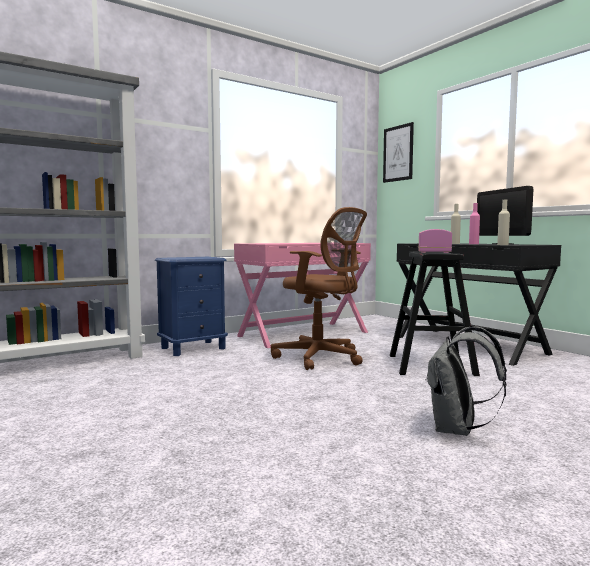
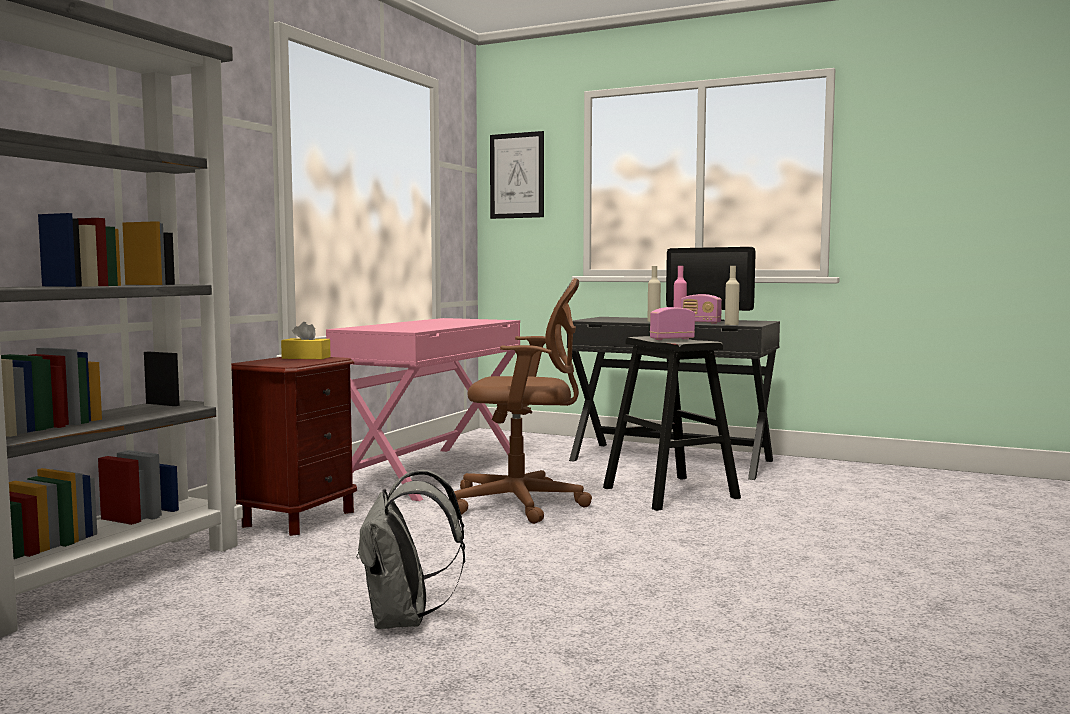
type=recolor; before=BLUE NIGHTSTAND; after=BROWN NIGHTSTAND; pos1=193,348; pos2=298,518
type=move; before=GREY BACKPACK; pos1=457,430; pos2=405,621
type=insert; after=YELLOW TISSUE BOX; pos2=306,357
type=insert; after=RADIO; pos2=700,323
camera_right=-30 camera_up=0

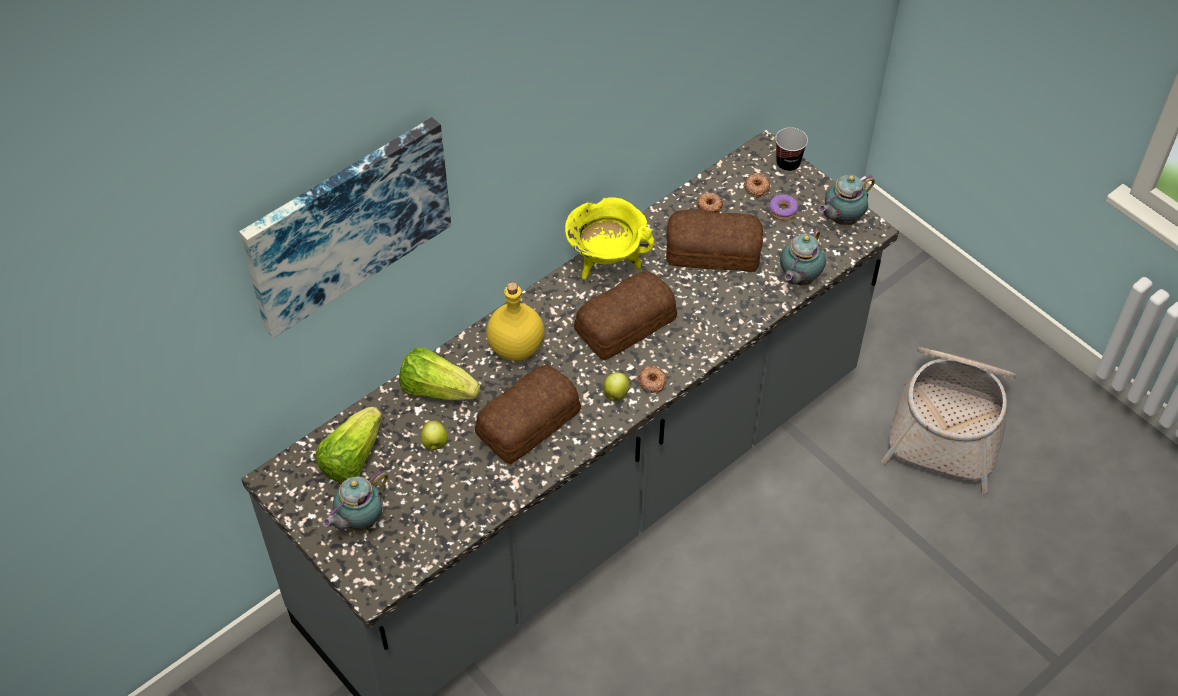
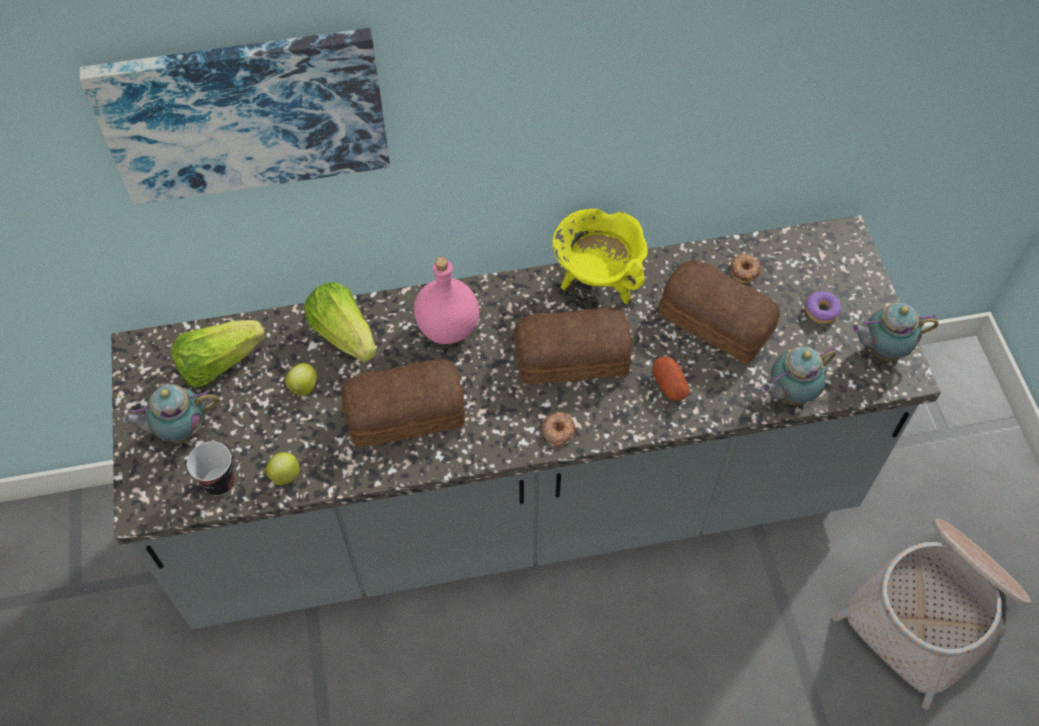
type=recolor; before=YELLOW BOTTLE; after=PINK BOTTLE; pos1=515,348; pos2=446,327
type=move; before=APPLE; pos1=616,393; pos2=286,475
type=delete; before=DONUT; pos1=756,187
type=move; before=CUP; pos1=788,164; pos2=219,482
type=insert; after=POTATO; pos2=669,385
camera_right=30 camera_up=5

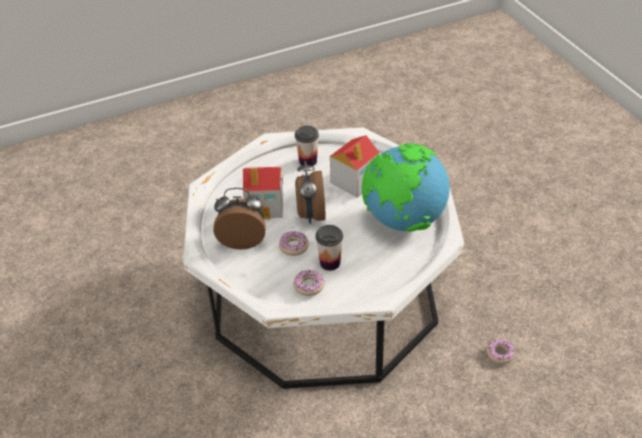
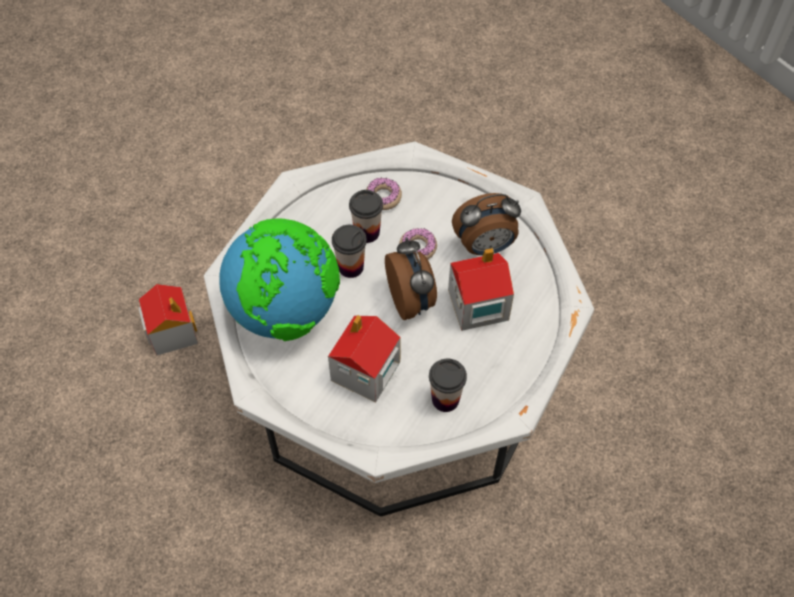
type=replace; before=DONUT; after=TOY HOUSE; pos1=500,354; pos2=172,331
type=insert; after=CUP; pos2=351,267
camera_right=165 camera_up=15

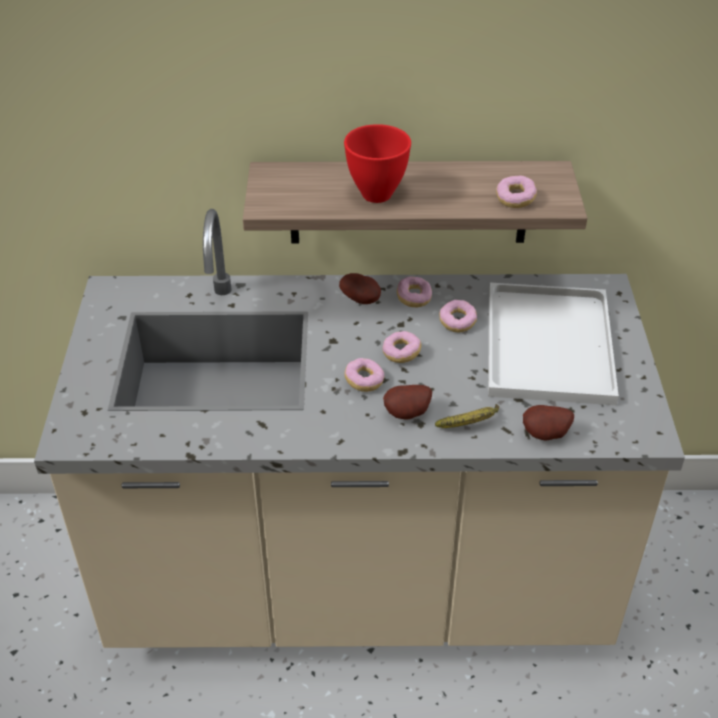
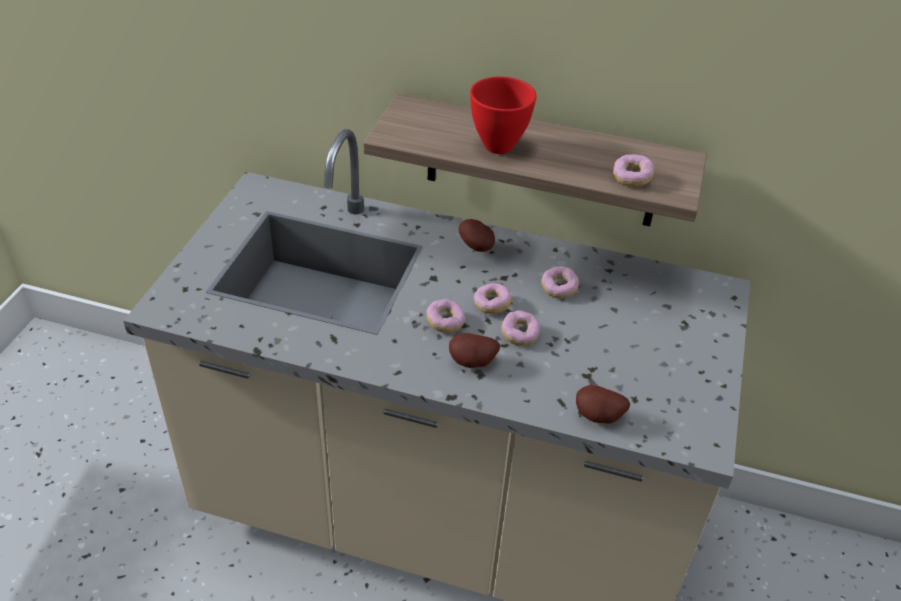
type=move; before=DONUT; pos1=414,298; pos2=519,335
type=delete; before=BANANA; pos1=470,424
type=delete; before=WHITE TRAY; pos1=546,342
camera_right=15 camera_up=0

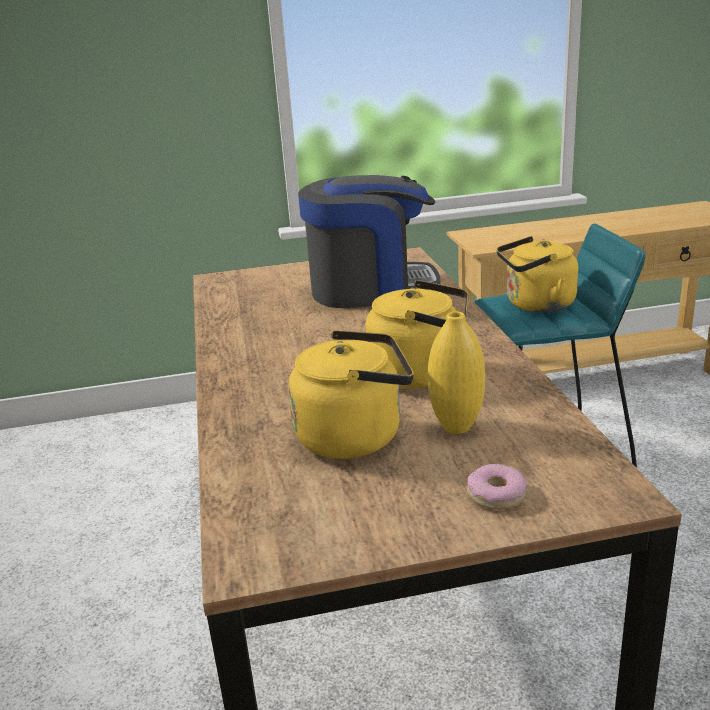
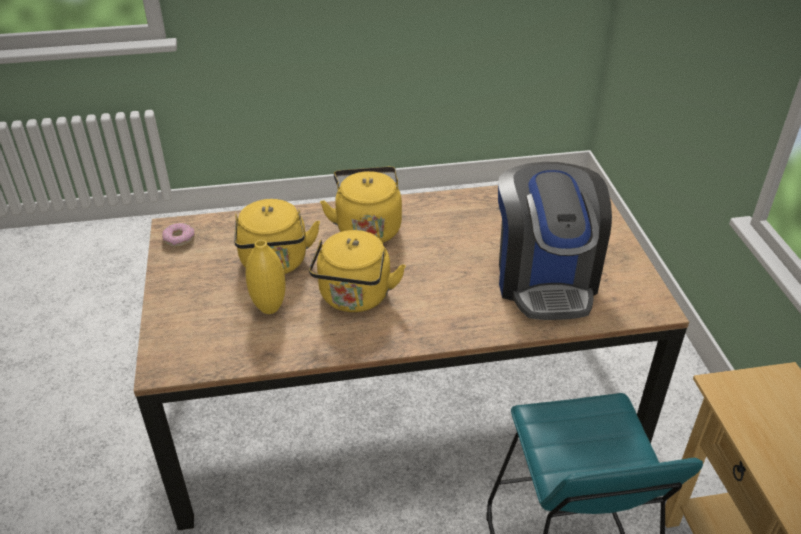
type=move; before=DONUT; pos1=496,495; pos2=179,239
type=move; before=YELLOW KETTLE; pos1=536,305; pos2=367,228
camera_right=90 camera_up=15

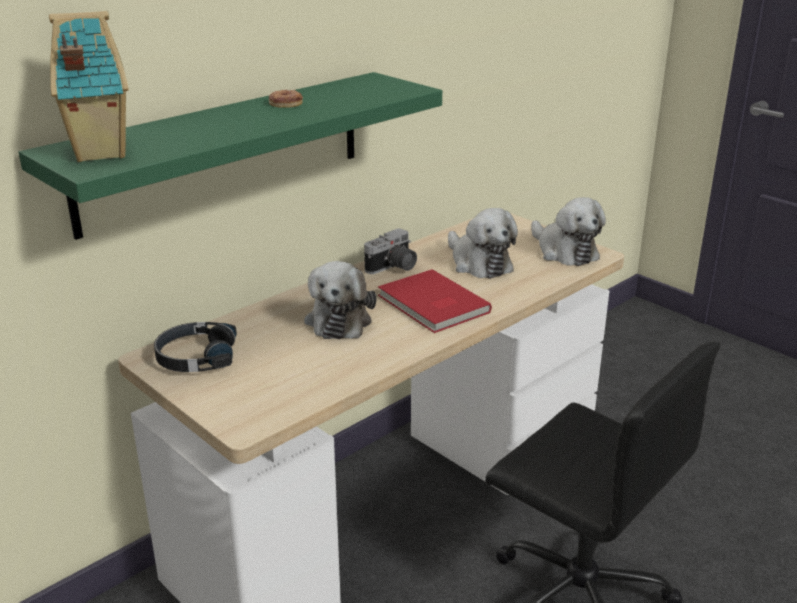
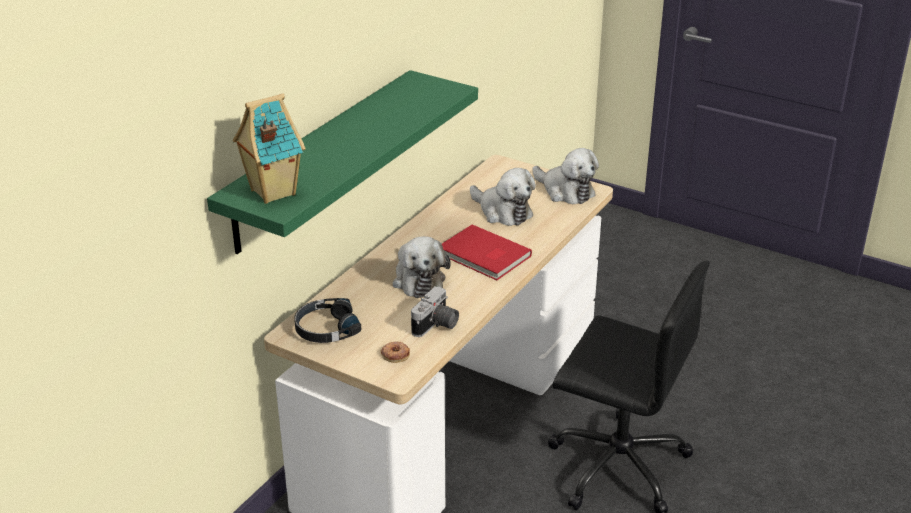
type=move; before=DONUT; pos1=286,103; pos2=395,354
type=move; before=PHOTO CAMERA; pos1=393,268; pos2=436,326
camera_right=-15 camera_up=5

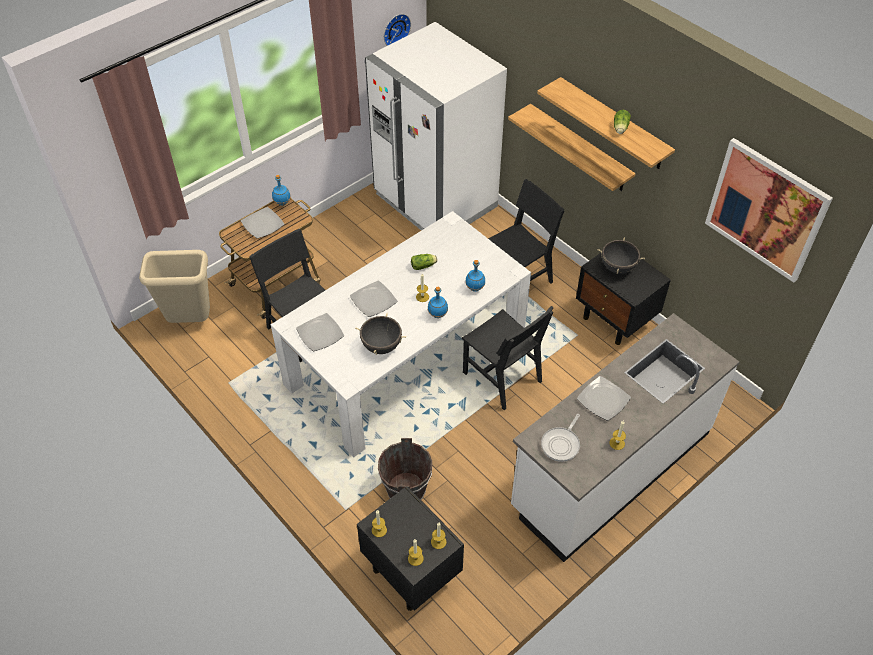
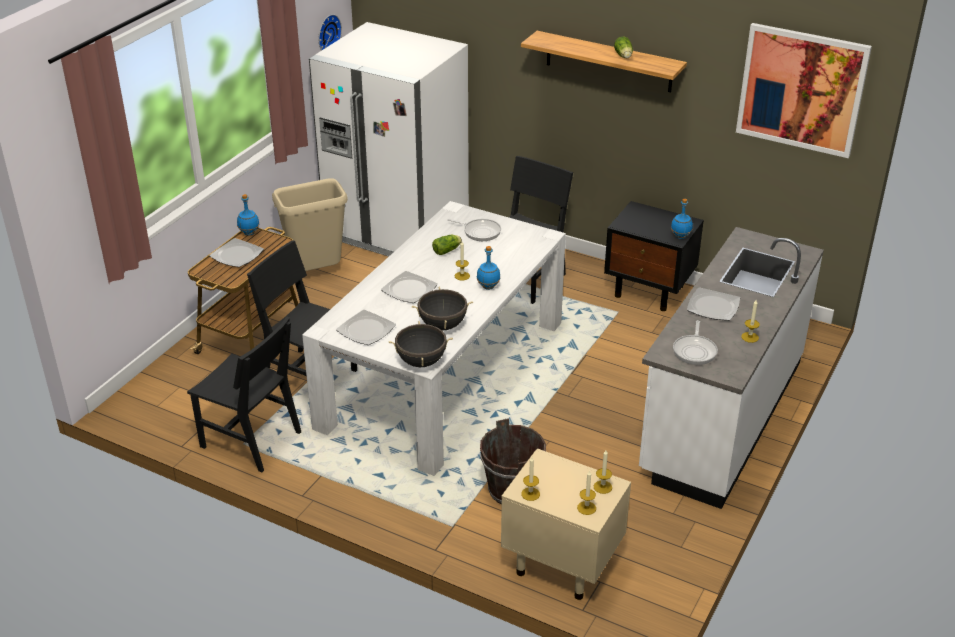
type=move; before=BEIGE TRASH CAN; pos1=191,320; pos2=317,273
type=recolor; before=BLACK NIGHTSTAND; after=BEIGE NIGHTSTAND; pos1=410,572; pos2=560,564
type=move; before=BLACK CHAIR; pos1=502,377; pos2=251,440
type=move; before=BLUE BOTTLE; pos1=475,288; pos2=681,236
type=delete; before=SHELF; pos1=579,148
type=move; before=BLACK COOKING POT; pos1=618,267; pos2=421,362
type=insert; after=FRYING PAN; pos2=480,232
camera_right=-20 camera_up=-15

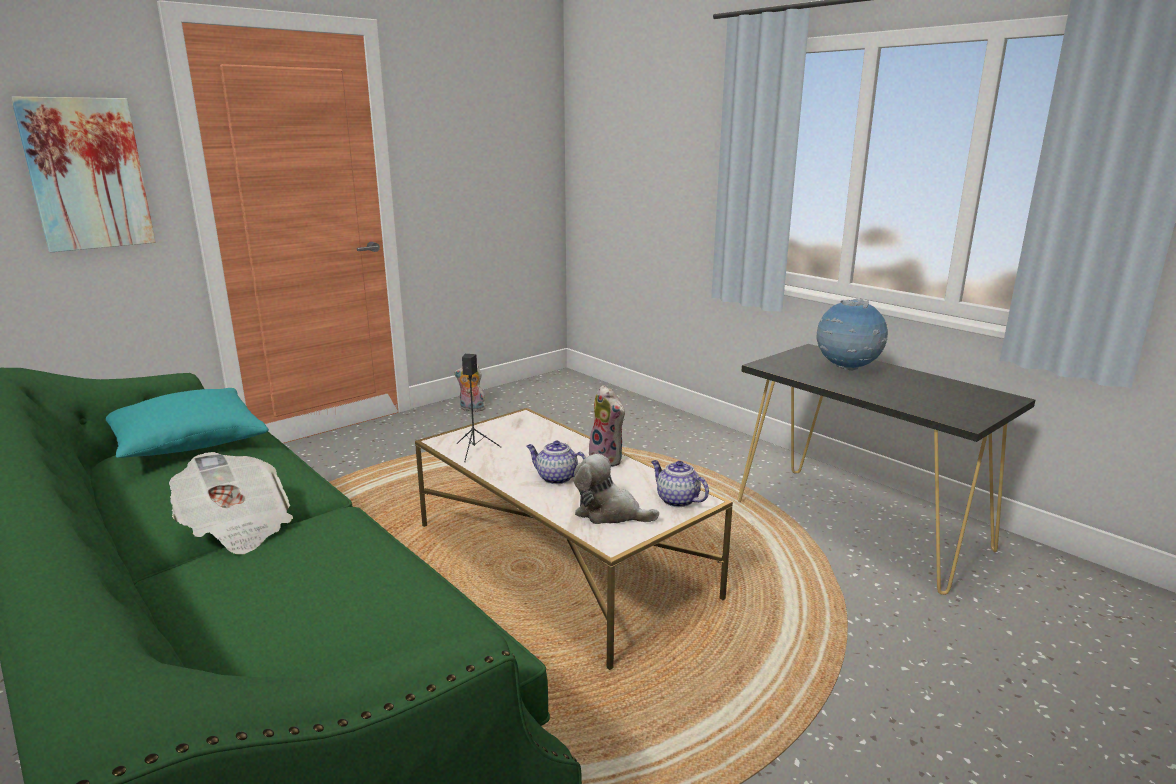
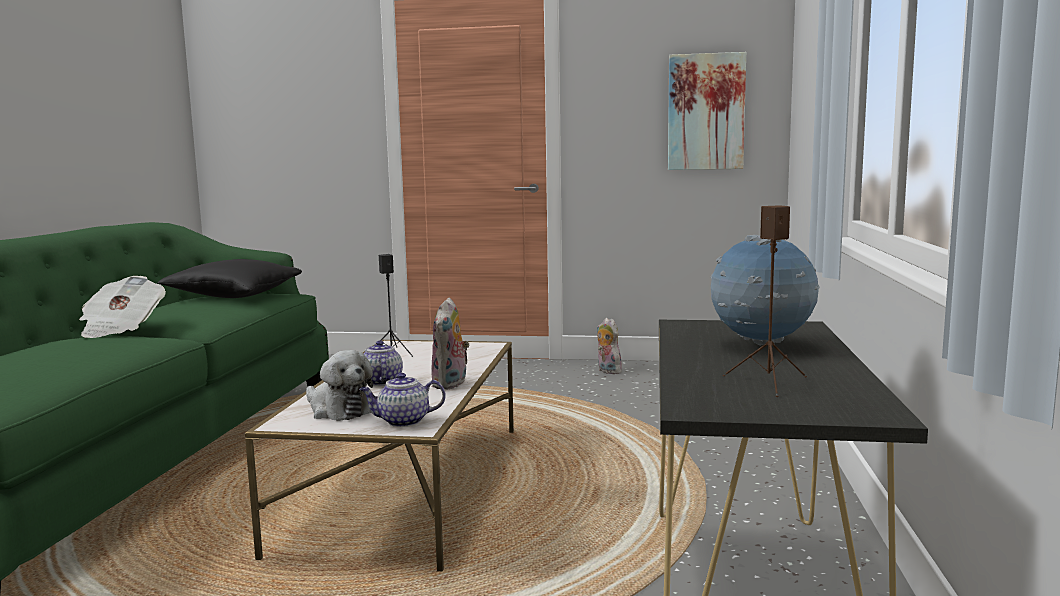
type=move; before=PICTURE; pos1=87,174; pos2=706,112
type=recolor; before=TURQUOISE PILLOW; after=BLACK PILLOW; pos1=187,443; pos2=234,296
type=rotate; before=PLUSH TOY; pos1=609,513; pos2=338,410; turn=150
type=rotate; before=TEAPOT; pos1=676,500; pos2=403,421; turn=-105
type=insert; after=BROWN SPEAKER; pos2=769,383
camera_right=50 camera_up=-10

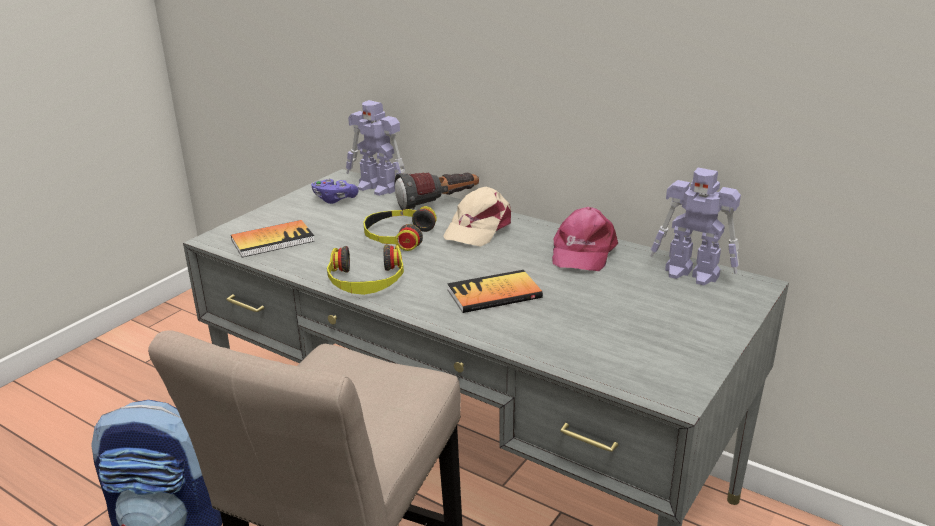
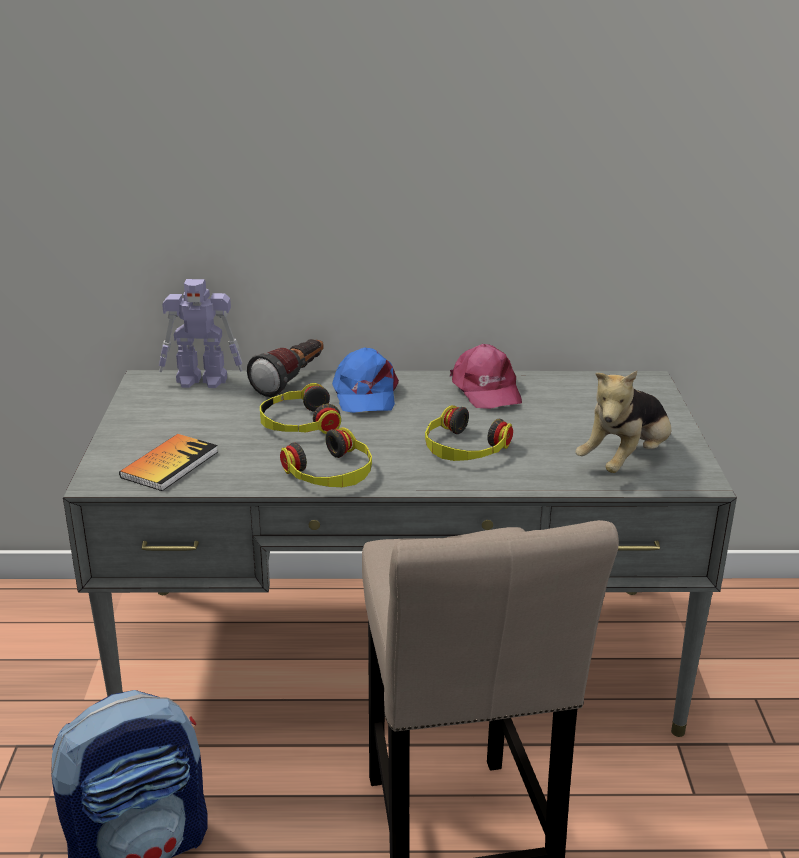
type=delete; before=PURPLE GAME CONTROLLER; pos1=334,199
type=recolor; before=BEIGE CAP; after=BLUE CAP; pos1=478,228; pos2=365,394
type=replace; before=BOOK; after=HEADPHONES; pos1=494,294; pos2=464,448
type=delete; before=TOY ROBOT; pos1=693,274
type=insert; after=PLUSH TOY; pos2=625,460
camera_right=-35 camera_up=0

